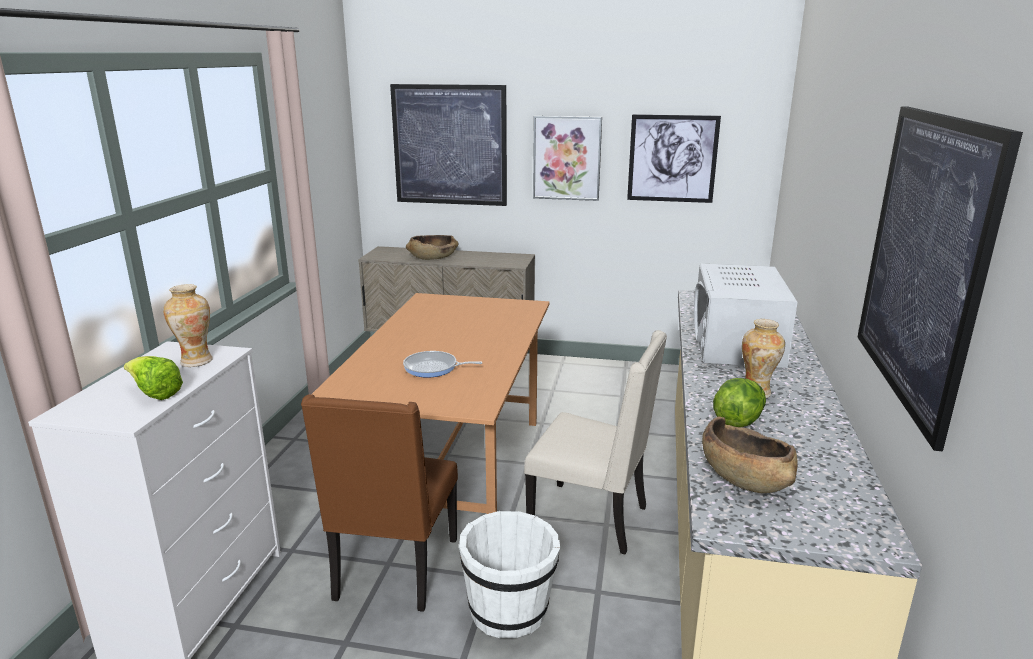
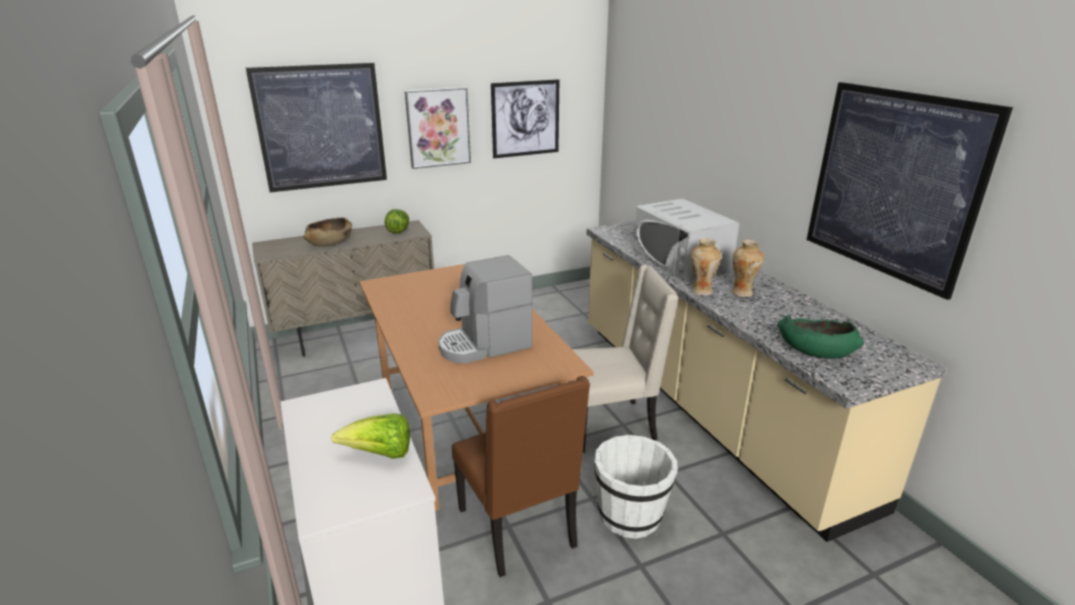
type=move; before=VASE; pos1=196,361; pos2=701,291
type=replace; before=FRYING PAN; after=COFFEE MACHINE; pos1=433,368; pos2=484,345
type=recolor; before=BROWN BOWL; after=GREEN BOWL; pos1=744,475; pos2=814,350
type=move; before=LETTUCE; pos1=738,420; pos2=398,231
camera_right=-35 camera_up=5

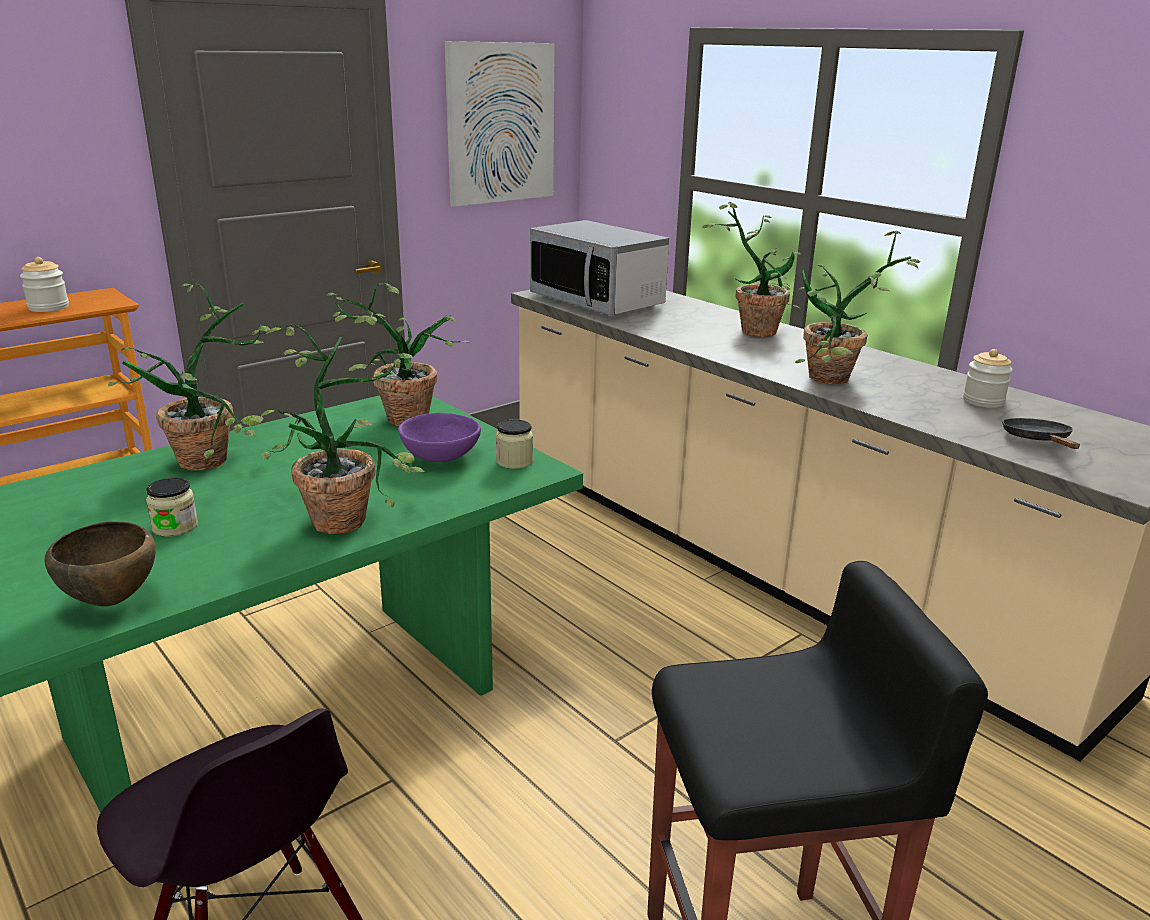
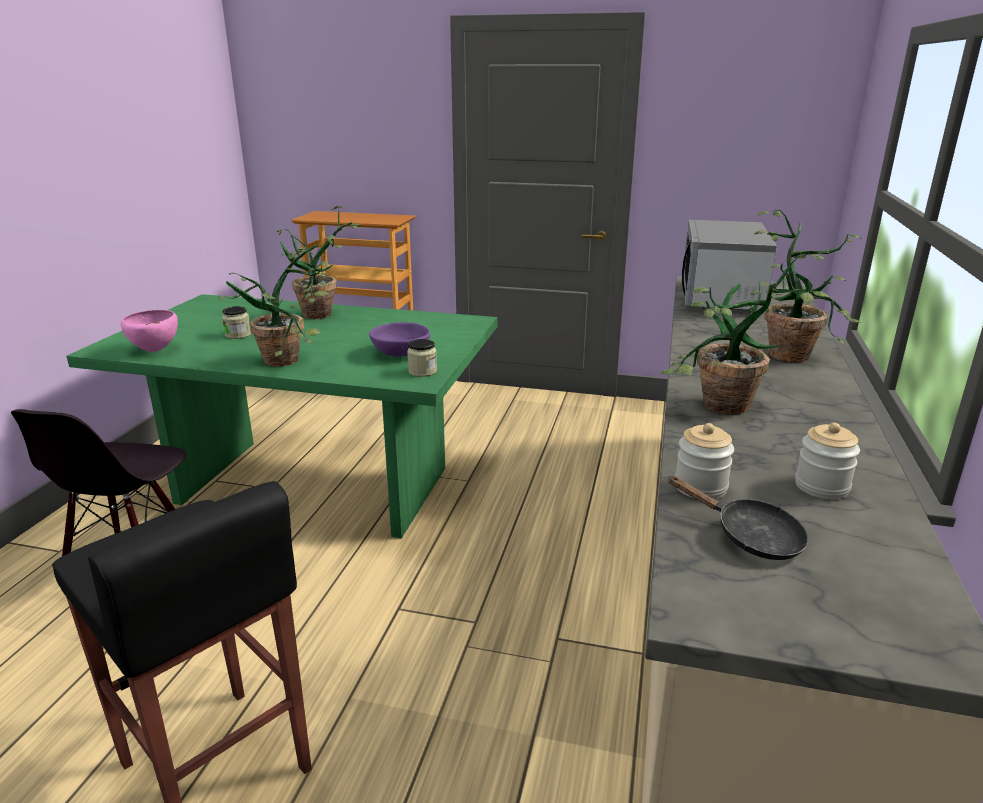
type=move; before=JAR; pos1=48,307; pos2=700,487
type=recolor; before=BROWN BOWL; after=PINK BOWL; pos1=113,600; pos2=155,350
type=delete; before=POTTED PLANT; pos1=395,420
type=delete; before=PICTURE; pos1=501,124
type=rotate; before=BLACK FRYING PAN; pos1=1038,441; pos2=749,536; turn=75
camera_right=55 camera_up=0

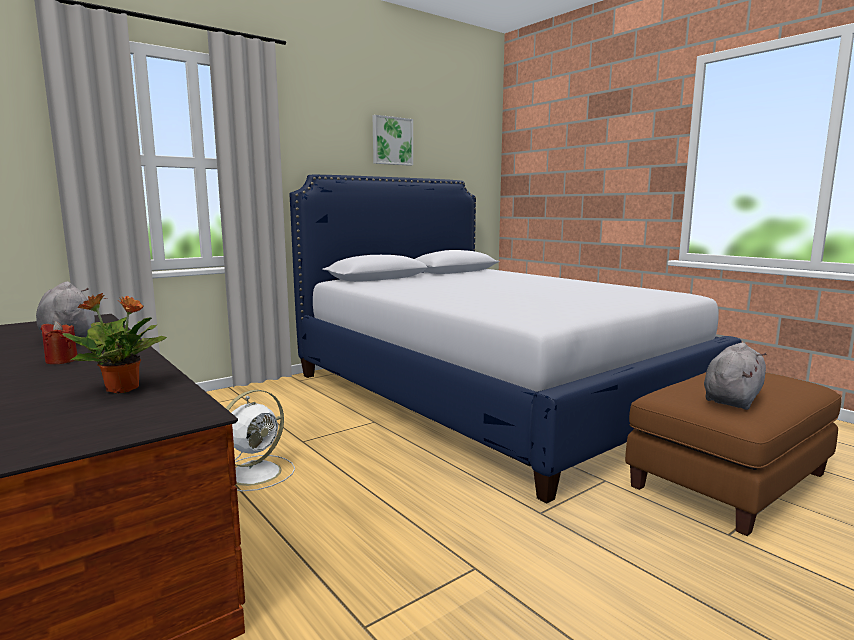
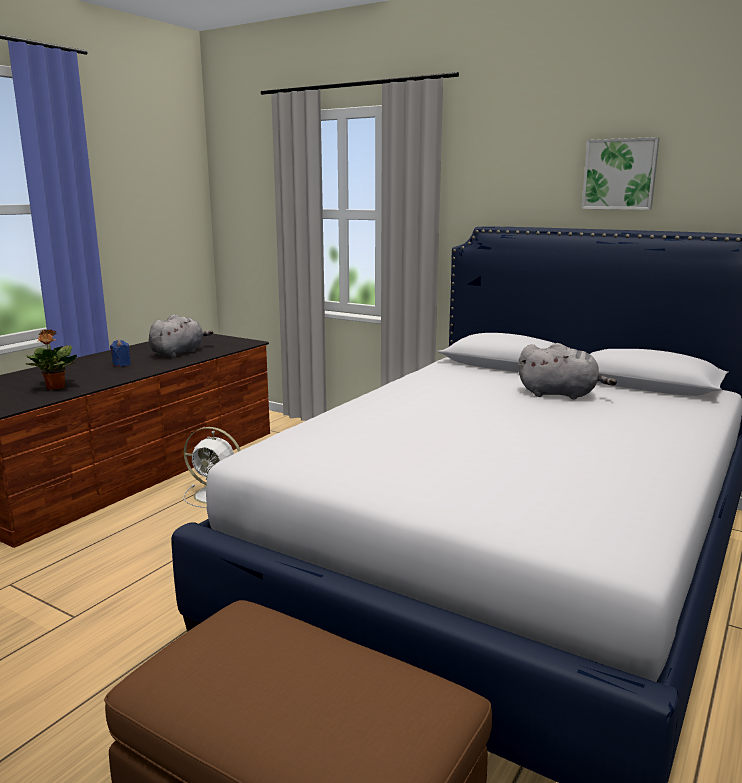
type=recolor; before=RED CANDLE; after=BLUE CANDLE; pos1=61,360; pos2=121,364
type=move; before=GREY PLUSH TOY; pos1=732,399; pos2=560,394
camera_right=70 camera_up=5

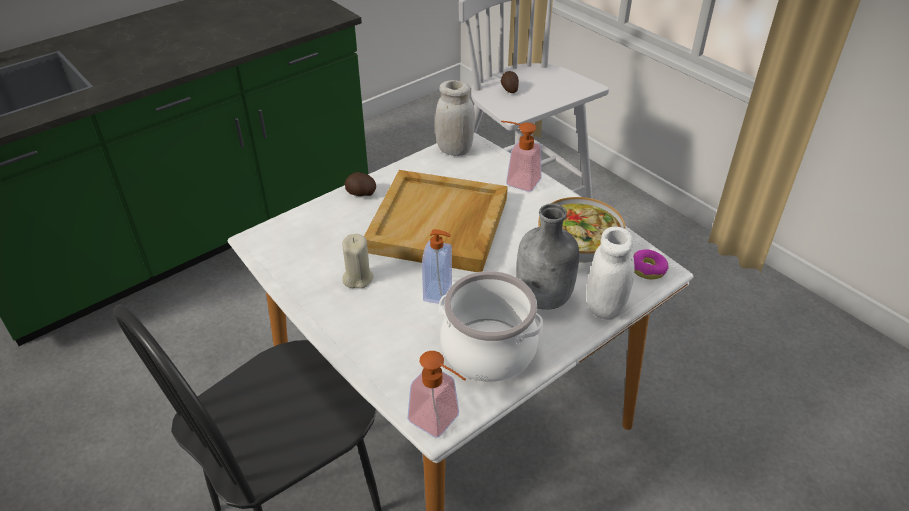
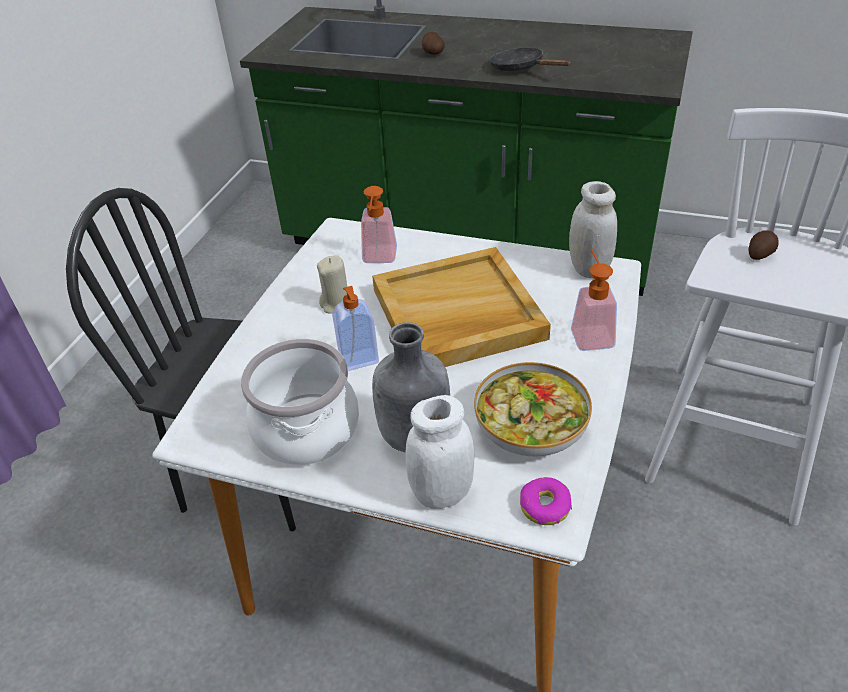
type=move; before=POTATO; pos1=361,194; pos2=432,53
type=move; before=SOAP DISPENSER; pos1=440,422; pos2=379,259
type=insert; after=BLACK FRYING PAN; pos2=521,68
camera_right=60 camera_up=0

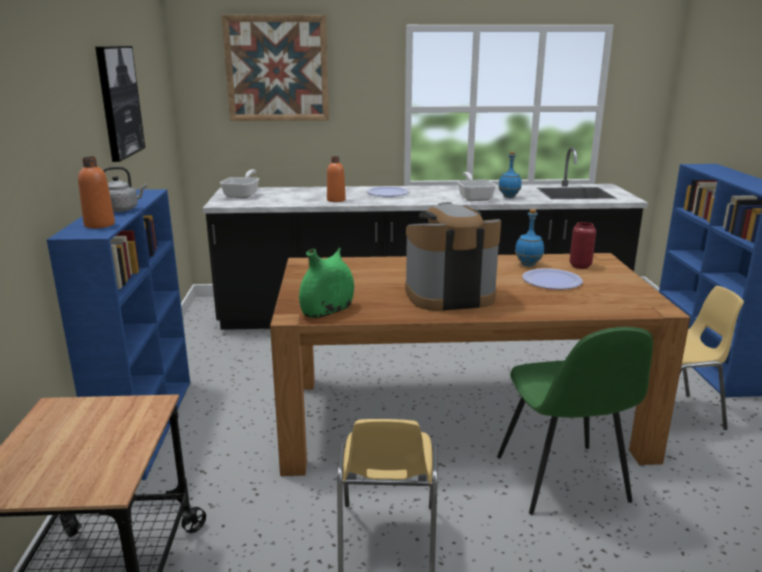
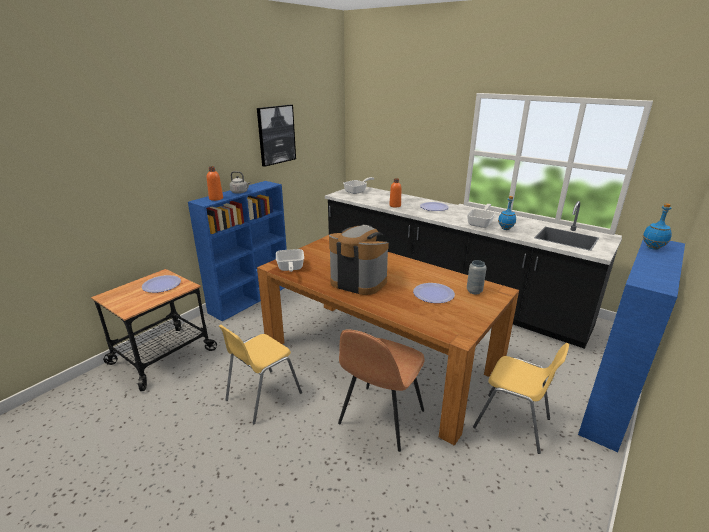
type=delete; before=PICTURE; pos1=277,69
type=replace; before=GREEN VASE; after=FRYING PAN; pos1=328,311; pos2=290,269
type=recolor; before=GREEN CHAIR; after=BROWN CHAIR; pos1=562,481; pos2=380,418
type=move; before=BLUE BOTTLE; pos1=528,265; pos2=653,248
type=recolor; before=RED VASE; after=GREY VASE; pos1=580,266; pos2=474,291
type=insert; after=PLATE; pos2=162,285
camera_right=40 camera_up=5

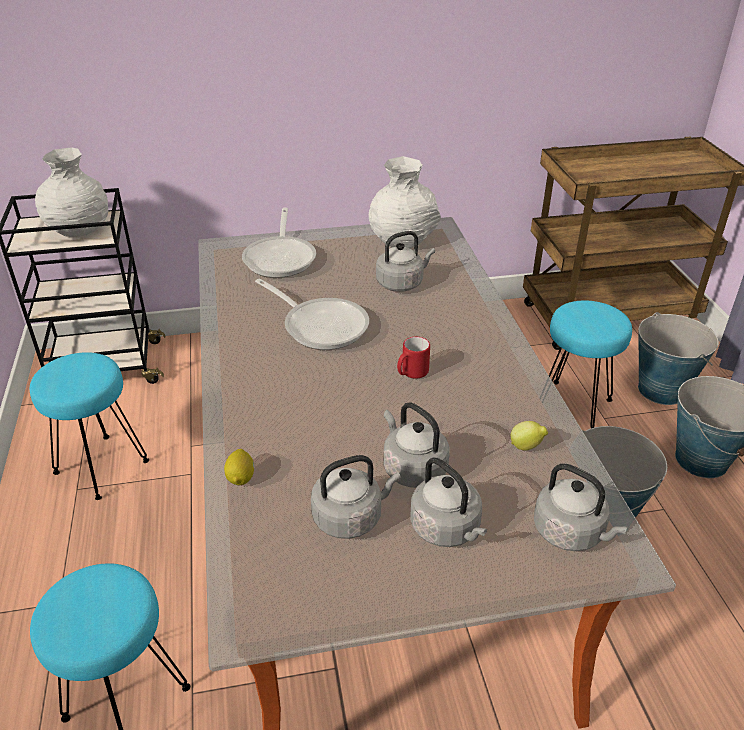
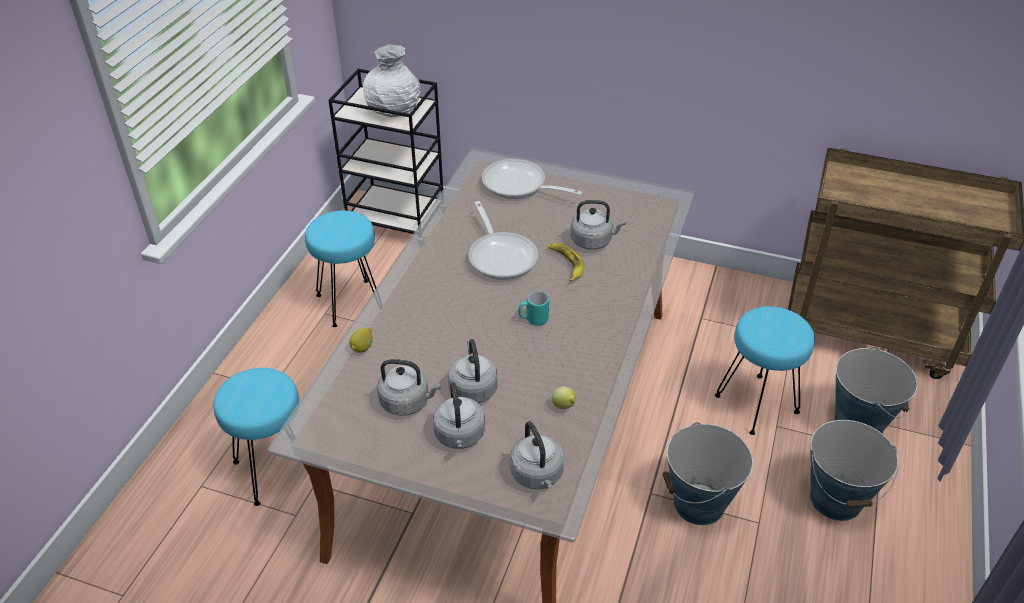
type=rotate; before=FRYING PAN; pos1=281,258; pos2=519,185; turn=90
type=delete; before=WHITE VASE; pos1=403,240
type=recolor; before=RED MUG; after=TURQUOISE MUG; pos1=411,374; pos2=533,319
type=insert; after=BANANA; pos2=566,263
camera_right=30 camera_up=5

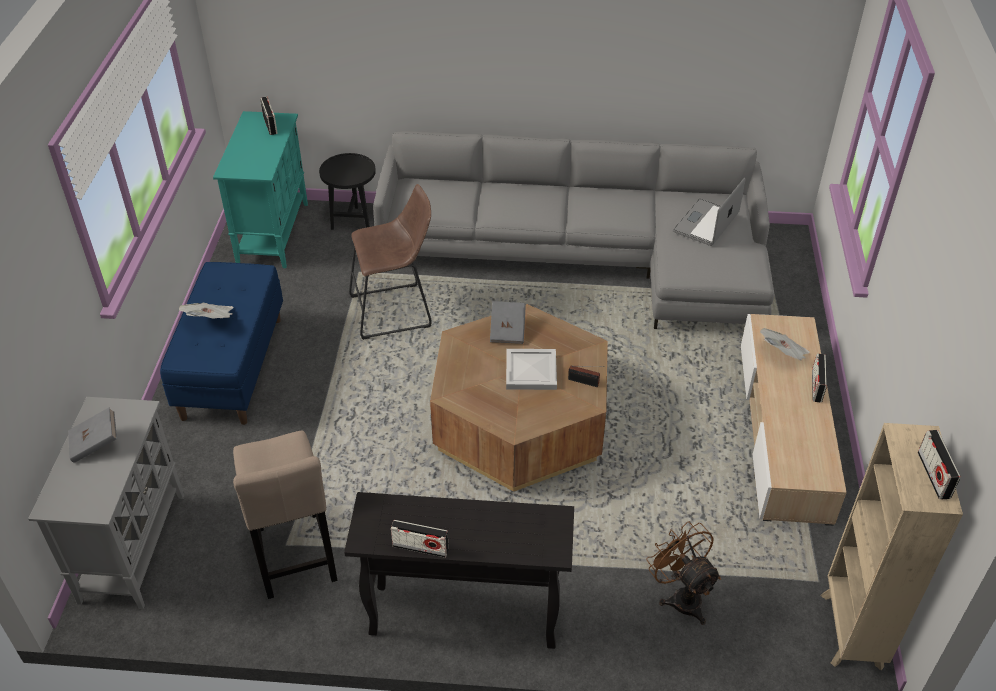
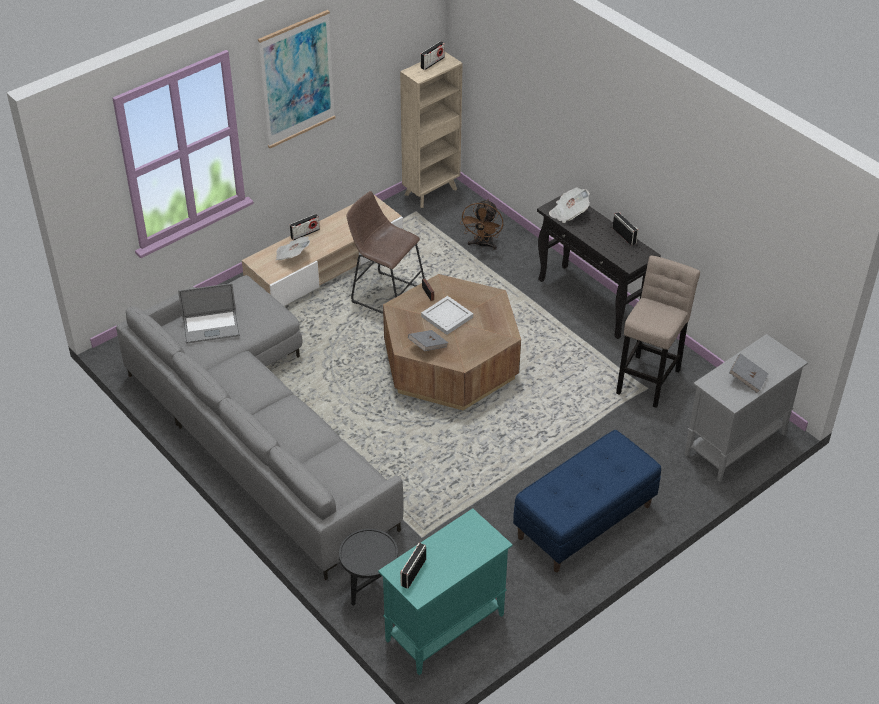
type=move; before=NEWSPAPER; pos1=211,320; pos2=568,213
type=move; before=BROWN STOOL; pos1=396,311; pos2=385,294
type=insert; after=PICTURE; pos2=297,79
camera_right=-135 camera_up=0

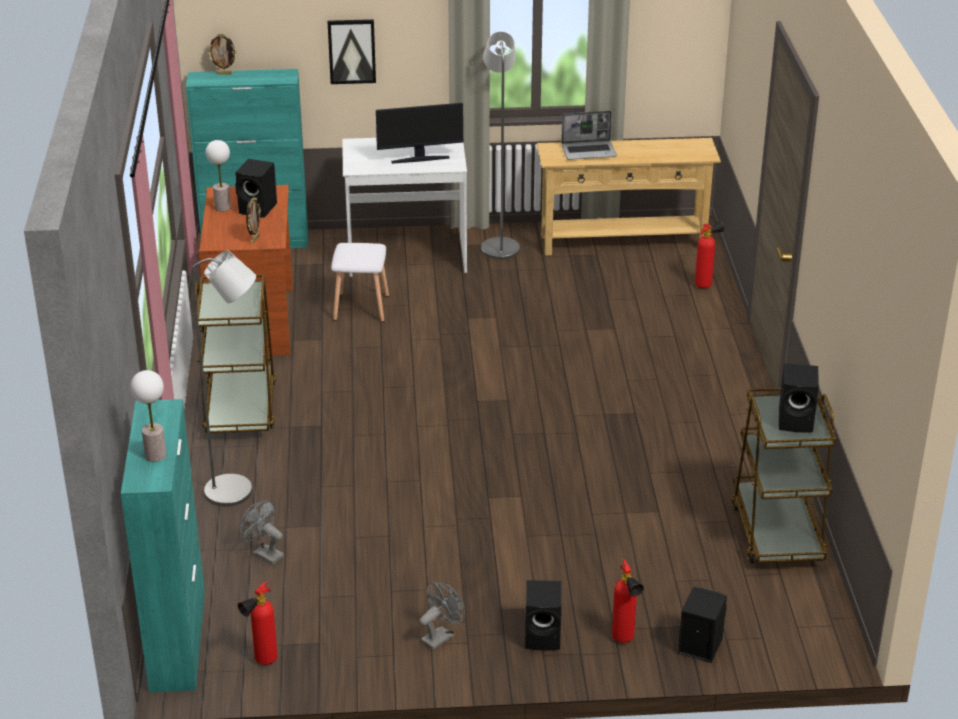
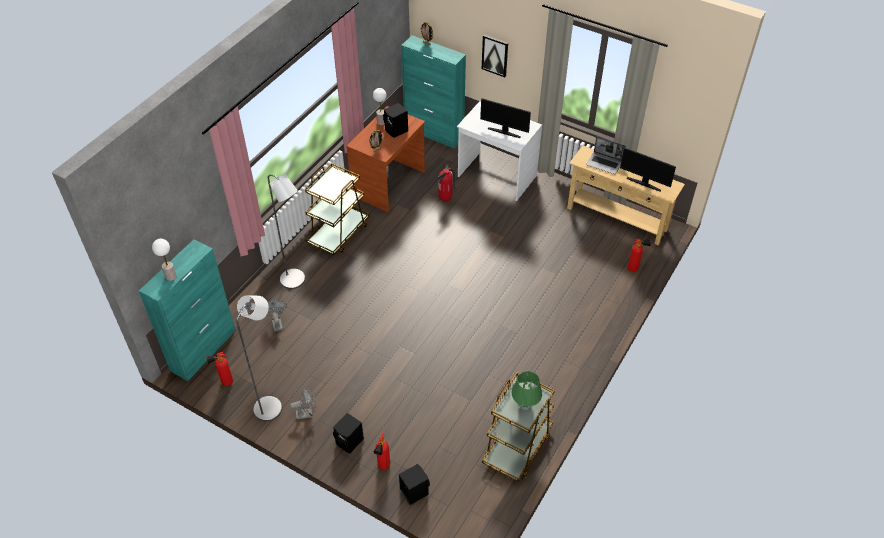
type=replace; before=WHITE STOOL; after=FIRE EXTINGUISHER; pos1=361,308; pos2=445,199
type=move; before=GREY FLOOR LAMP; pos1=499,245; pos2=271,404
type=replace; before=BLACK SPEAKER; after=GREEN TABLE LAMP; pos1=797,421; pos2=525,405
type=insert; after=MONITOR; pos2=644,183
camera_right=35 camera_up=15

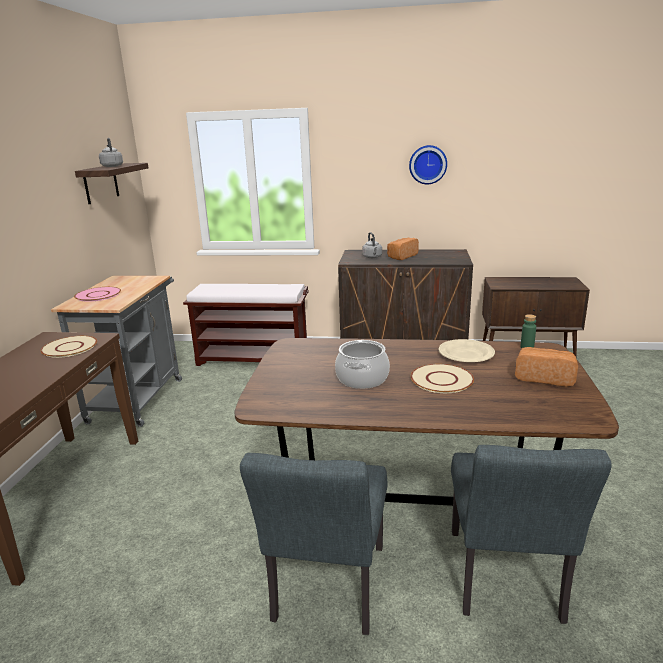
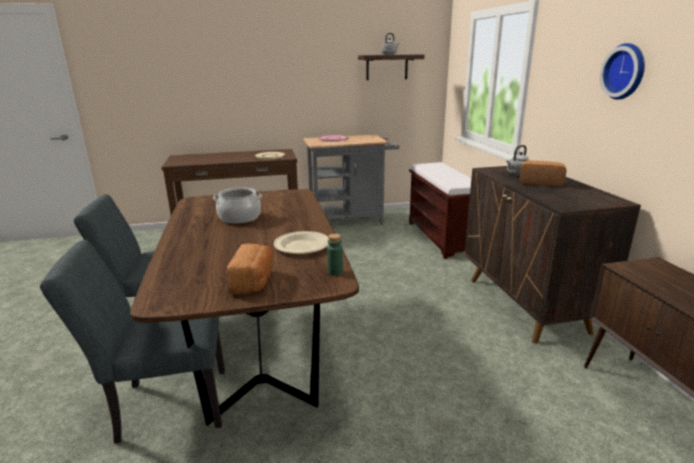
type=delete; before=BEIGE PLATE; pos1=441,379
camera_right=70 camera_up=0

